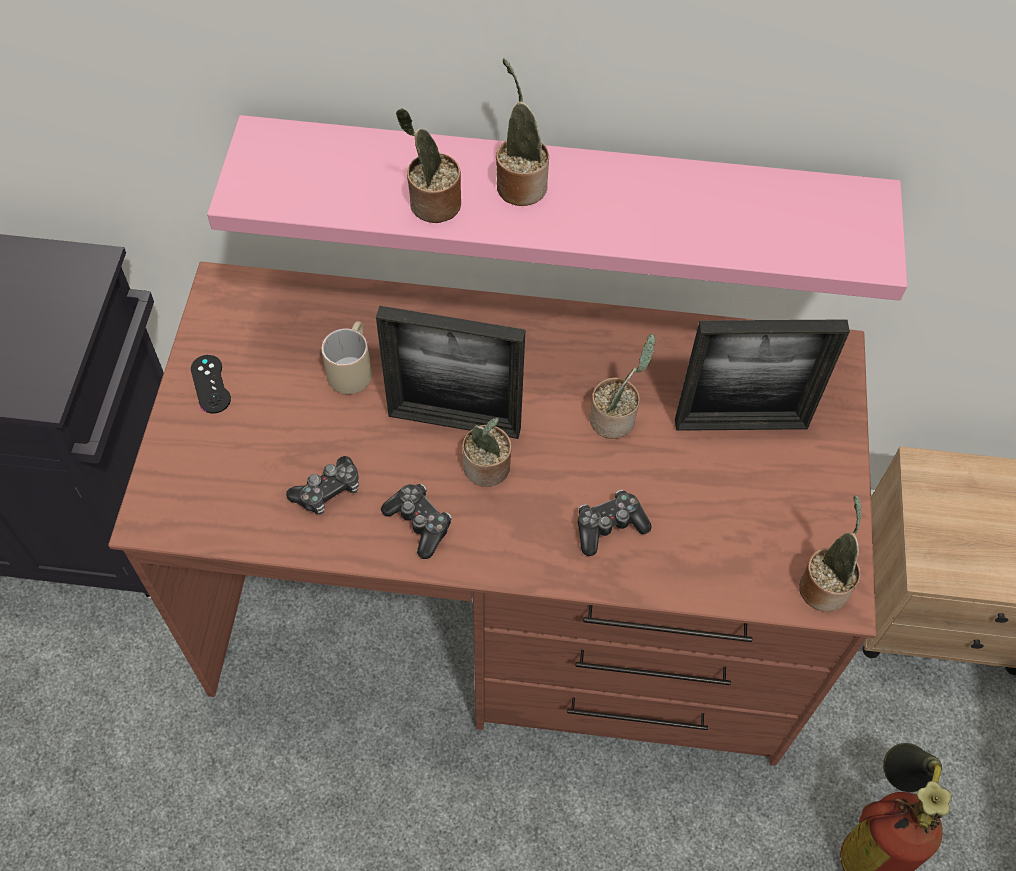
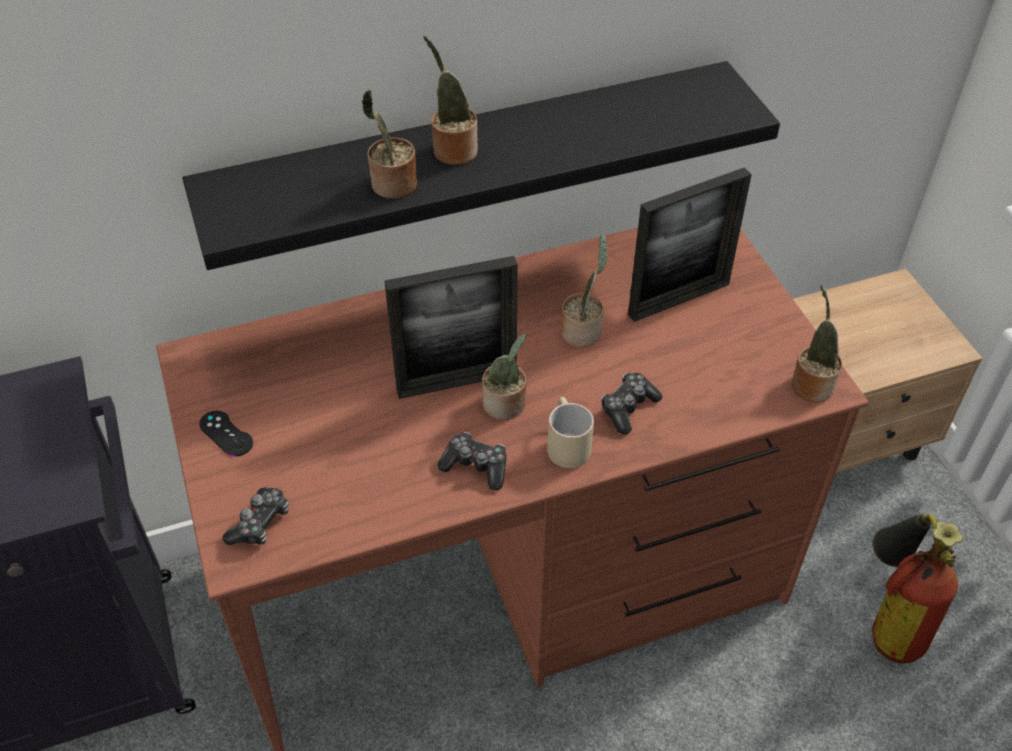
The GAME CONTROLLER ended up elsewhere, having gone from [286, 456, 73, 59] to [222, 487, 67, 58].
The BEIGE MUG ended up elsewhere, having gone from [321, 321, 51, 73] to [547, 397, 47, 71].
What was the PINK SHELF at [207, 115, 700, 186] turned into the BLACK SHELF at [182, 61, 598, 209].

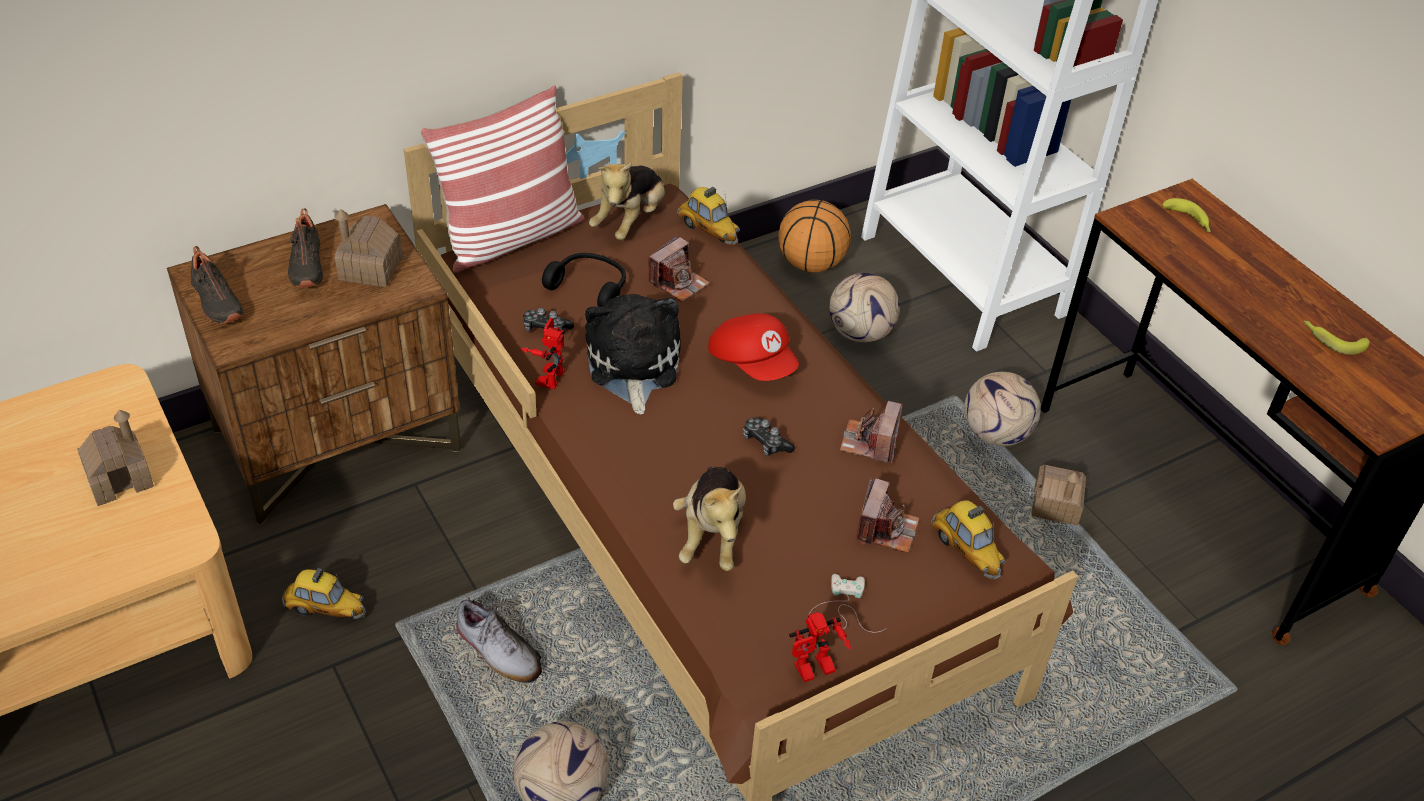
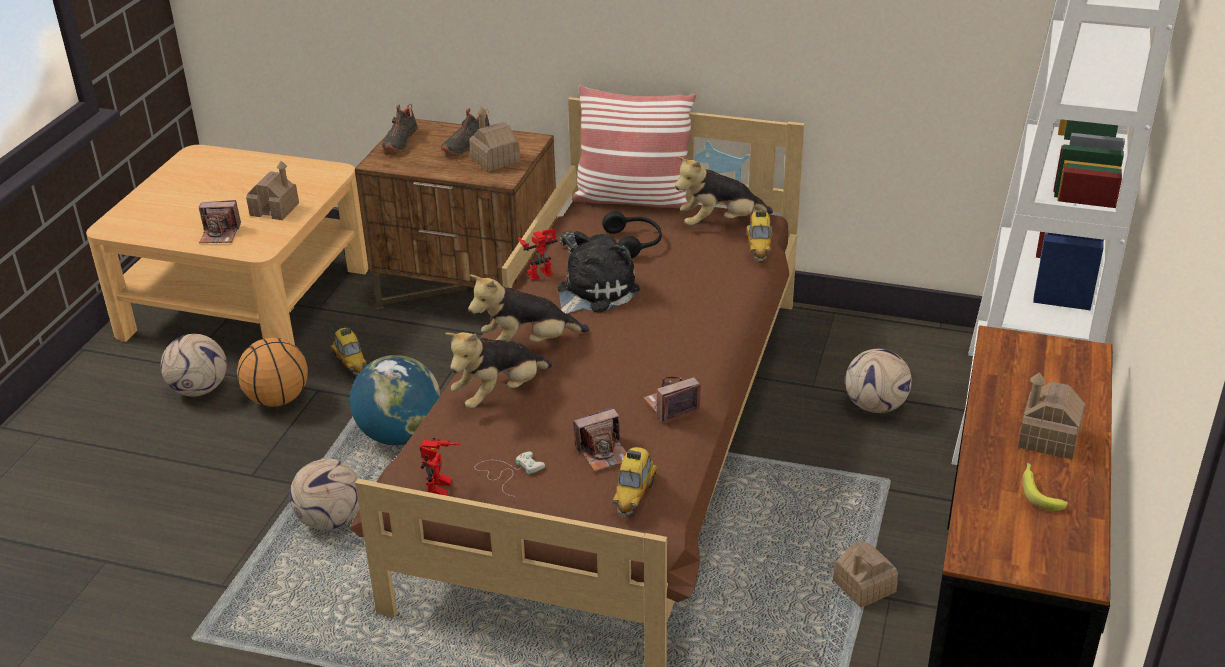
The second view lost the RED CAP at [708, 313, 91, 68].
The second view lost the GAME CONTROLLER at [743, 418, 52, 38].
The second view lost the BANANA at [1162, 198, 49, 34].
The second view gained the PLUSH TOY at [468, 275, 122, 67].
The second view gained the TOY HOUSE at [1018, 372, 67, 87].
The PHOTO CAMERA ended up elsewhere, having gone from [648, 236, 62, 66] to [199, 200, 42, 43].
The BASKETBALL ended up elsewhere, having gone from [778, 200, 73, 73] to [237, 338, 71, 69].
The FOOTBALL ended up elsewhere, having gone from [964, 372, 77, 74] to [161, 334, 66, 63].
Where the SHOE stood at [456, 597, 86, 86], the GLOBE came to stand at [350, 355, 91, 90].
The TOY ROBOT at [789, 612, 62, 70] ended up facing another way, 105 degrees counterclockwise from before.

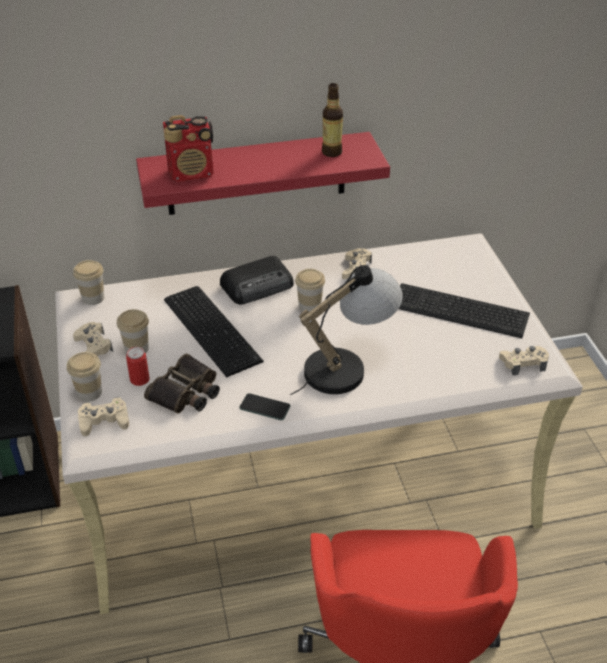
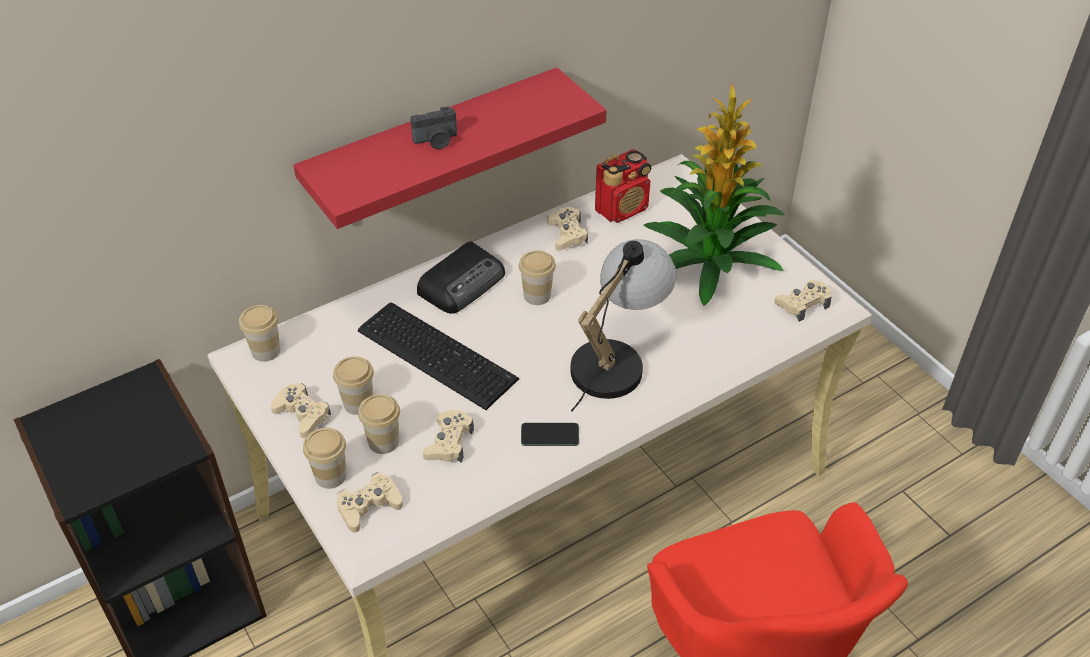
The second view lost the BOTTLE at [322, 83, 21, 74].
The second view gained the PHOTO CAMERA at [410, 107, 47, 42].
The RADIO ended up elsewhere, having gone from [163, 115, 51, 67] to [595, 149, 56, 74].
Where the CAN stood at [126, 347, 23, 39], the CUP came to stand at [358, 394, 42, 60].
Where the BINOCULARS stood at [144, 354, 76, 60], the BEIGE GAME CONTROLLER came to stand at [423, 410, 51, 53].
Where the KEYBOARD stood at [399, 283, 131, 55], the POTTED PLANT came to stand at [644, 84, 141, 222].

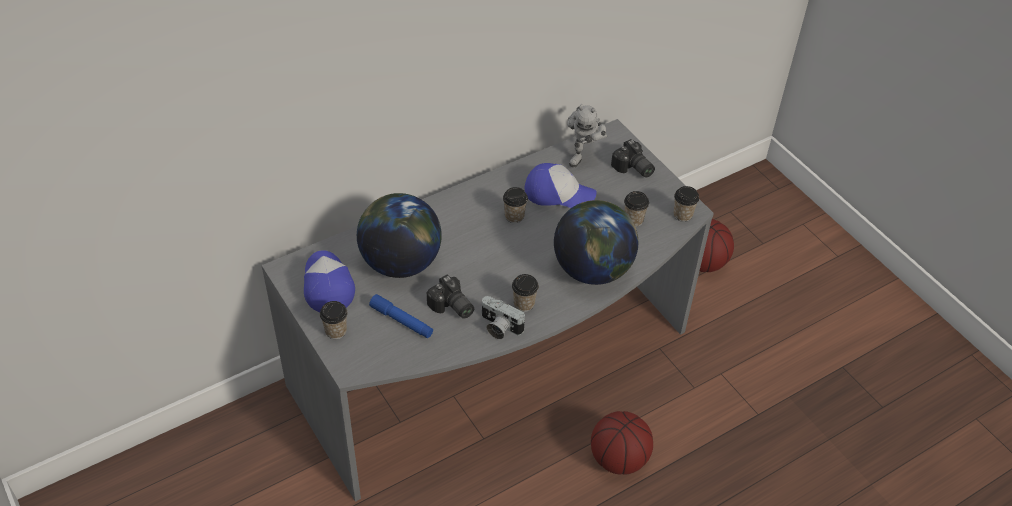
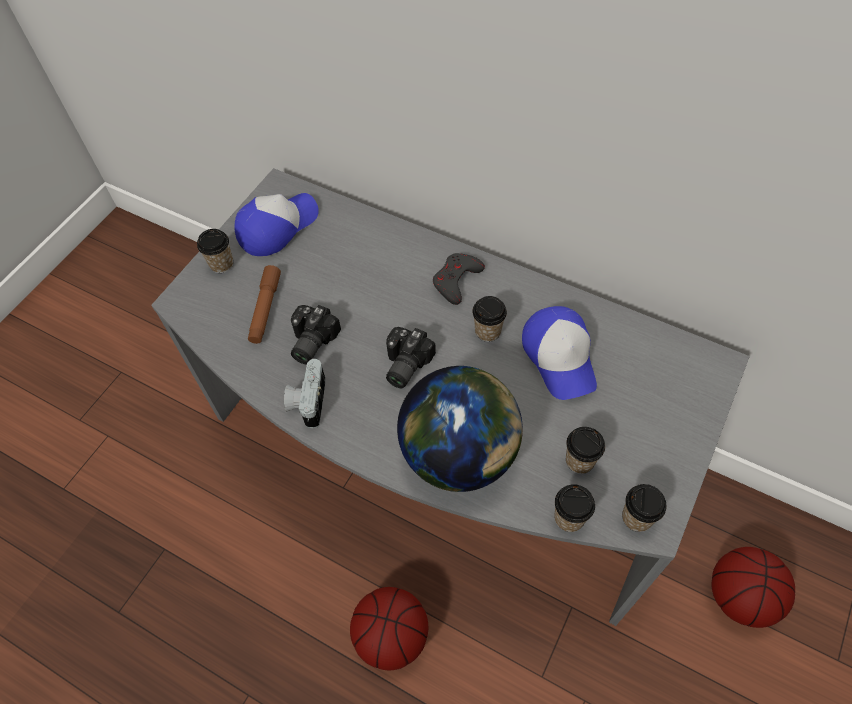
The second view lost the GLOBE at [357, 193, 85, 85].
The second view lost the TOY ROBOT at [567, 104, 40, 63].
The second view gained the GREY GAME CONTROLLER at [433, 253, 52, 52].
The CUP ended up elsewhere, having gone from [512, 274, 27, 38] to [554, 484, 41, 48].
The PHOTO CAMERA ended up elsewhere, having gone from [611, 139, 44, 39] to [386, 327, 50, 61].
What was the BLUE FLASHLIGHT at [369, 294, 64, 44] turned into the BROWN FLASHLIGHT at [248, 265, 33, 79].

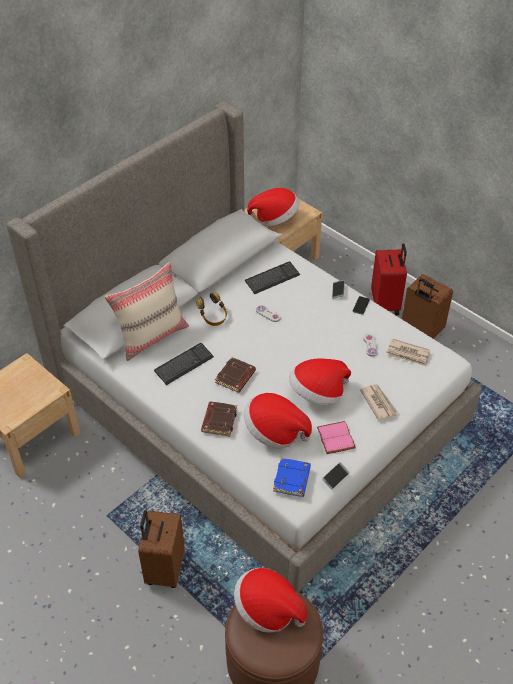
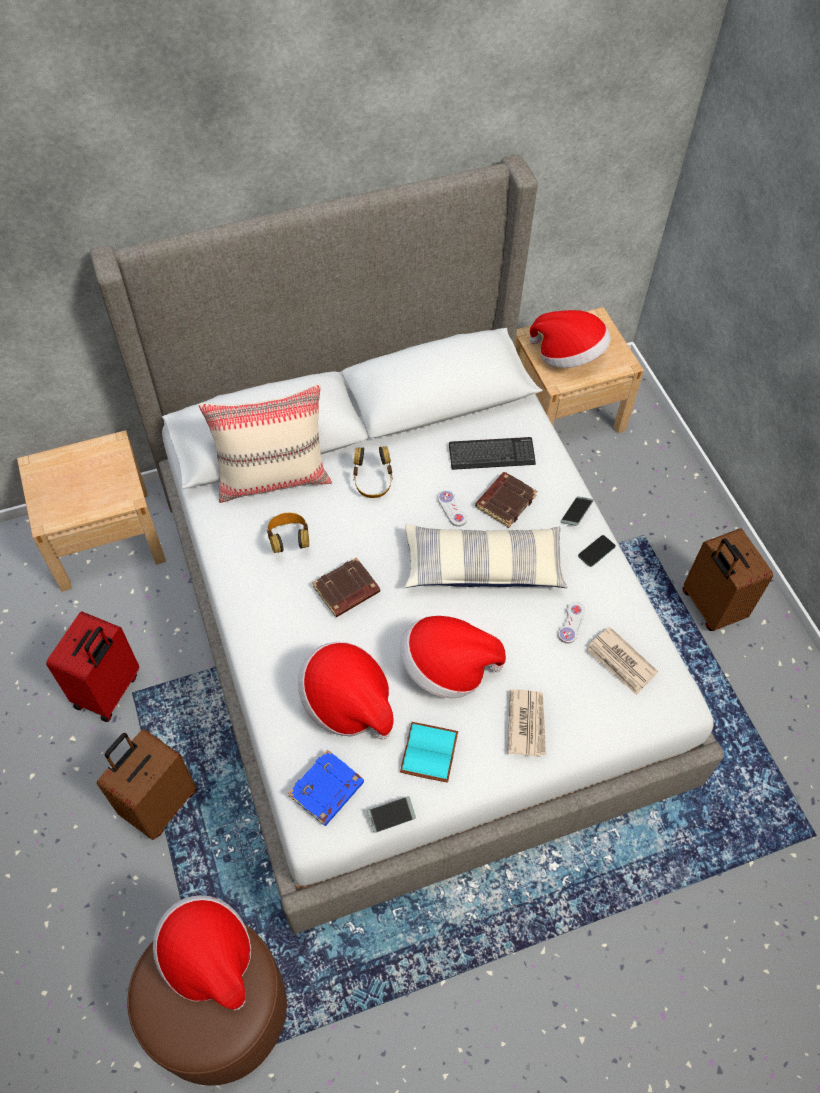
The second view gained the PILLOW at [405, 524, 162, 64].
The BROWN BOOK ended up elsewhere, having gone from [201, 402, 36, 35] to [475, 472, 62, 56].
The RED SUITCASE ended up elsewhere, having gone from [371, 243, 36, 72] to [46, 611, 93, 111].
Where the KEYBOARD stood at [154, 343, 60, 42], the HEADPHONES came to stand at [267, 513, 42, 40].
What was the PINK BOOK at [317, 421, 39, 33] turned into the TURQUOISE BOOK at [400, 722, 58, 61].

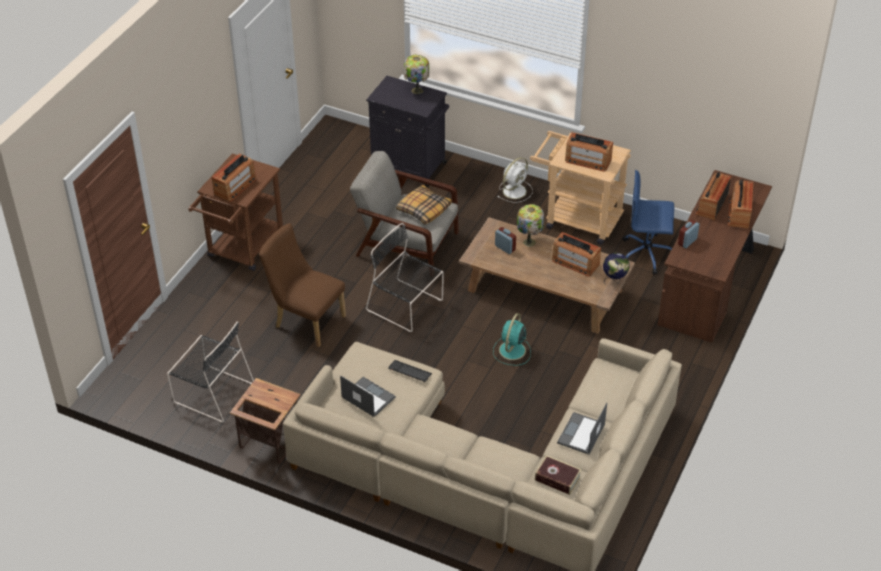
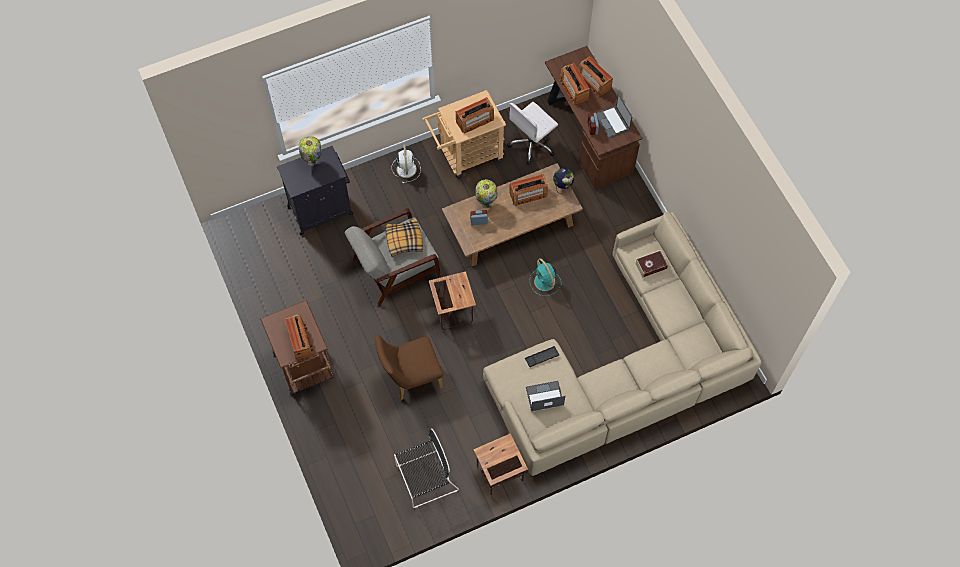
The BOOK ended up elsewhere, having gone from [535, 455, 47, 40] to [635, 250, 33, 28].
The LAPTOP ended up elsewhere, having gone from [557, 403, 50, 52] to [596, 94, 37, 44].
Where the BLACK CHAIR stood at [366, 223, 78, 109], the SIDE TABLE came to stand at [429, 271, 47, 59].
What was the BLUE OFFICE CHAIR at [623, 170, 51, 104] turned into the WHITE OFFICE CHAIR at [507, 102, 51, 63].

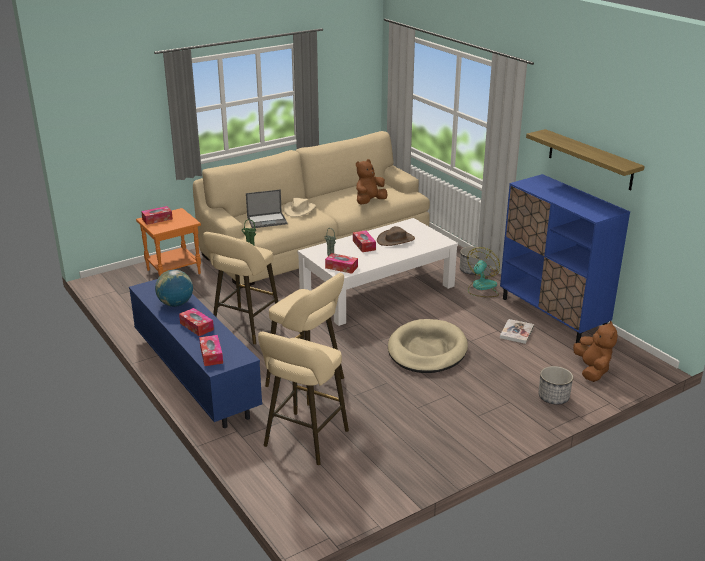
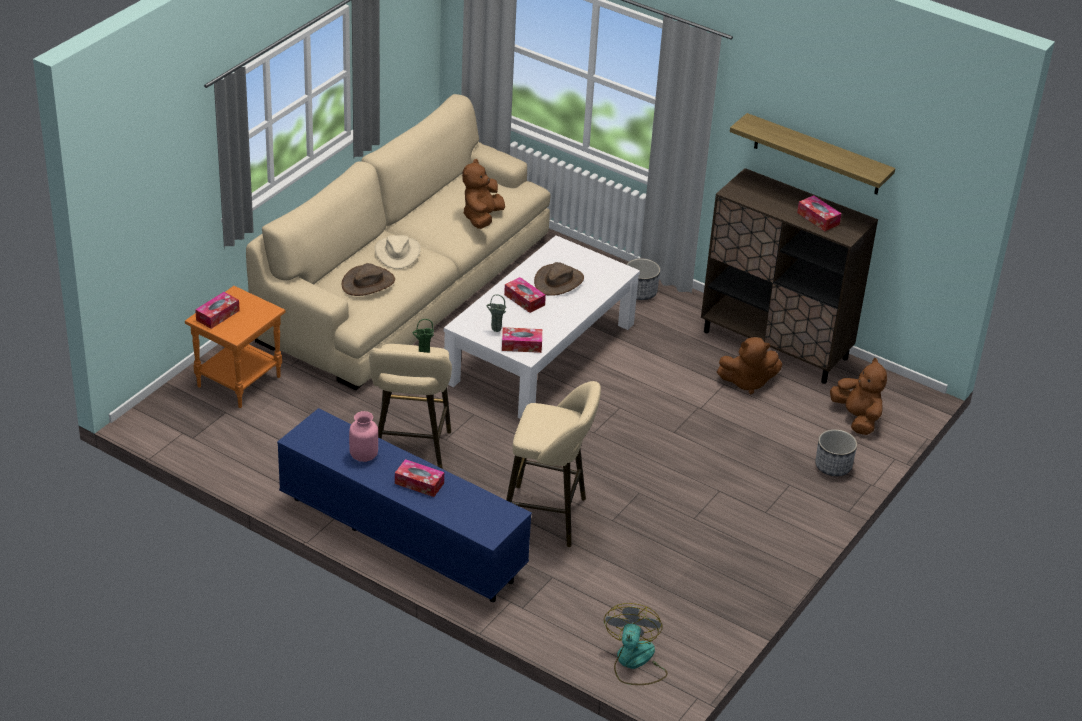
The second view lost the BEIGE STOOL at [258, 331, 91, 134].
The second view lost the BEIGE DOG BED at [388, 319, 80, 54].
The TISSUE BOX ended up elsewhere, having gone from [199, 335, 24, 31] to [797, 195, 45, 36].
The FAN ended up elsewhere, having gone from [467, 247, 33, 50] to [604, 603, 64, 82].
Where the GLOBE stood at [155, 270, 38, 37], the PINK VASE came to stand at [349, 411, 29, 51].
Where the LAPTOP stood at [246, 189, 41, 39], the BROWN HAT came to stand at [342, 263, 53, 33].
Where the BOOK stood at [500, 319, 34, 25], the BROWN PLUSH TOY came to stand at [717, 337, 66, 57].
What was the BLUE CABINET at [500, 174, 130, 169] turned into the BROWN CABINET at [701, 168, 177, 216].

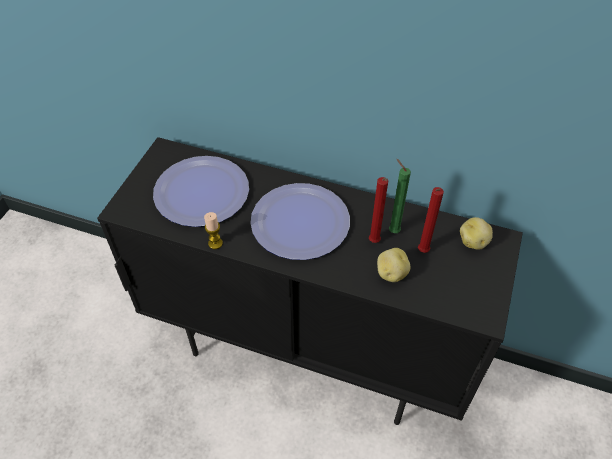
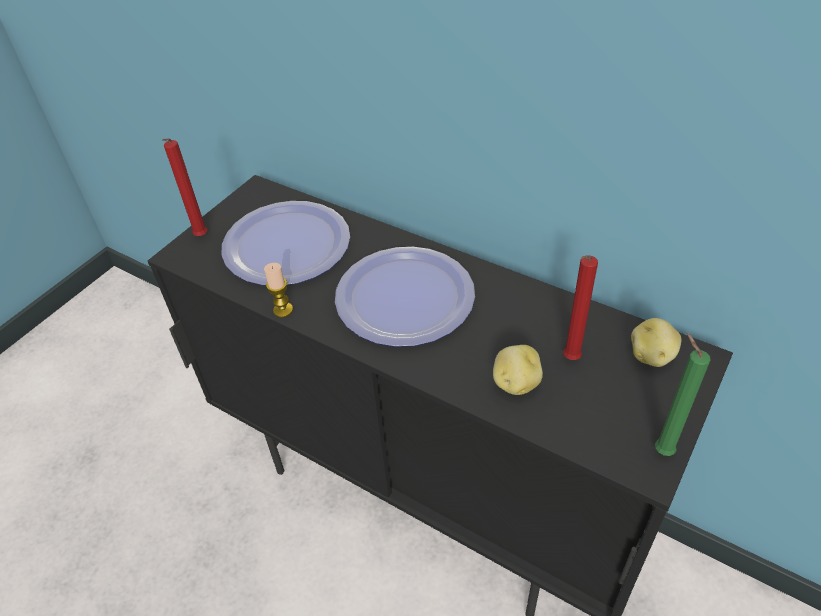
The RED CANDLE ended up elsewhere, having gone from [369, 177, 19, 66] to [162, 138, 46, 98].
The GREEN CANDLE ended up elsewhere, having gone from [389, 159, 22, 74] to [655, 333, 56, 123].

